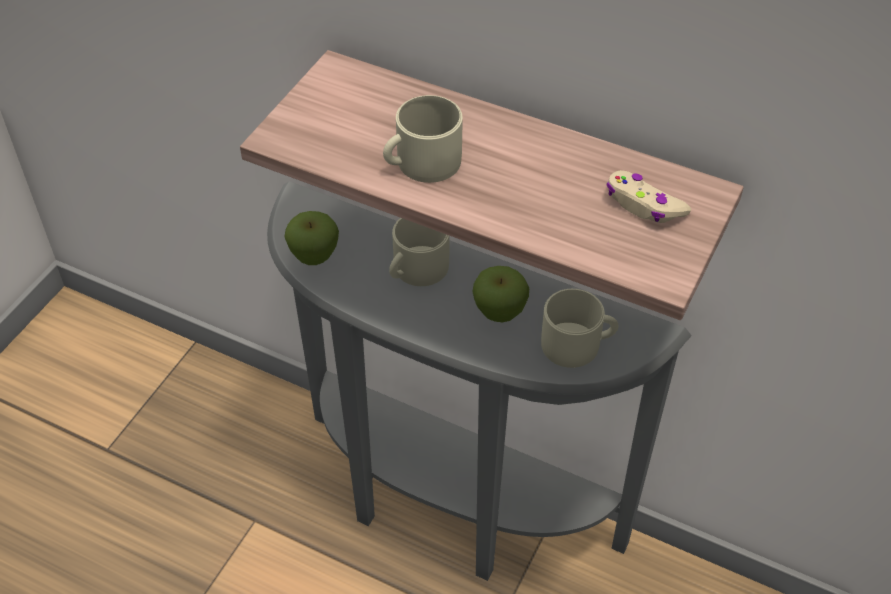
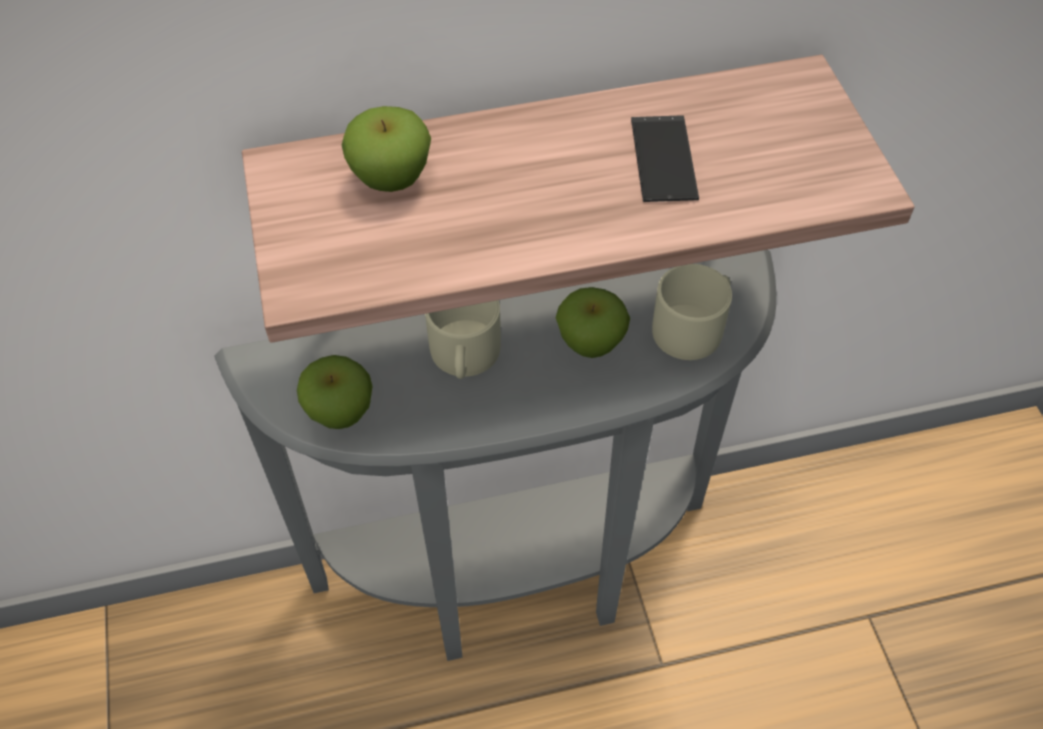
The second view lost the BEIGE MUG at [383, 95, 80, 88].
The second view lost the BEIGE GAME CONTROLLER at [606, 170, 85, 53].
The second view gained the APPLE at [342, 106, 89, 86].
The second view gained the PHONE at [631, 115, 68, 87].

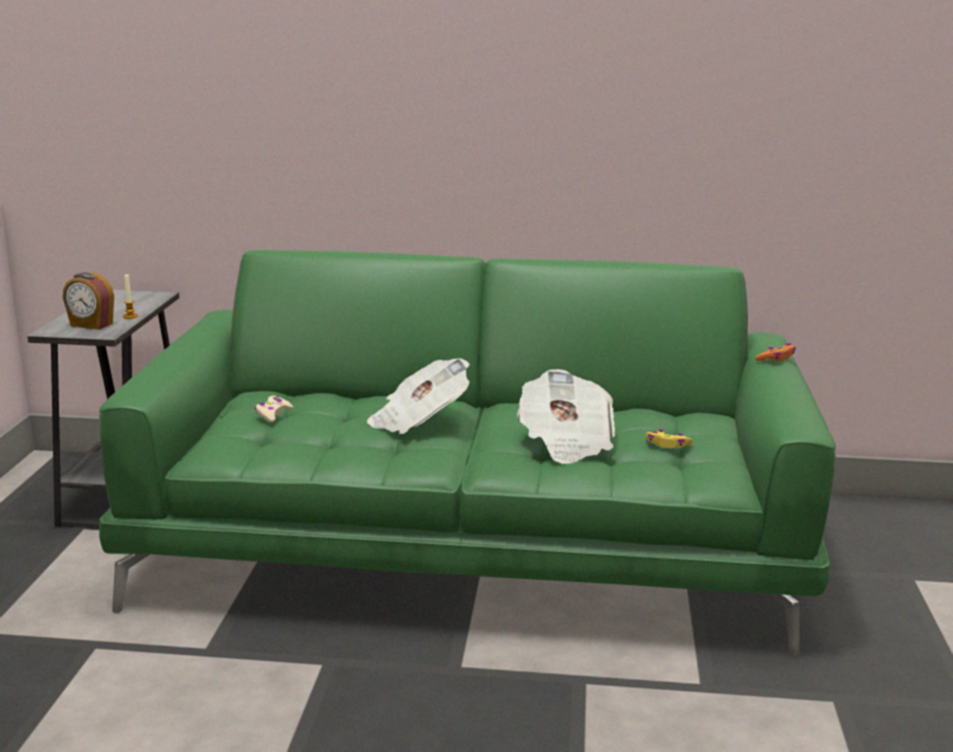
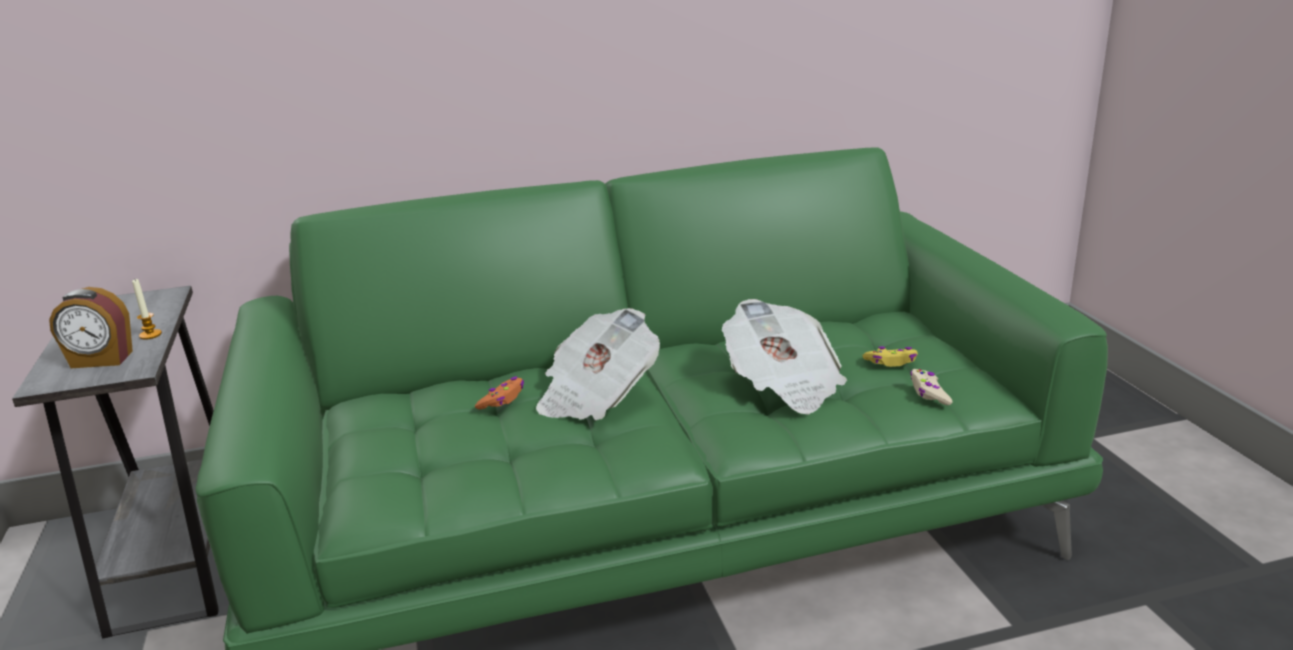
The BEIGE GAME CONTROLLER ended up elsewhere, having gone from [255, 396, 38, 26] to [910, 369, 43, 36].
The ORANGE GAME CONTROLLER ended up elsewhere, having gone from [755, 343, 41, 18] to [475, 377, 49, 32].

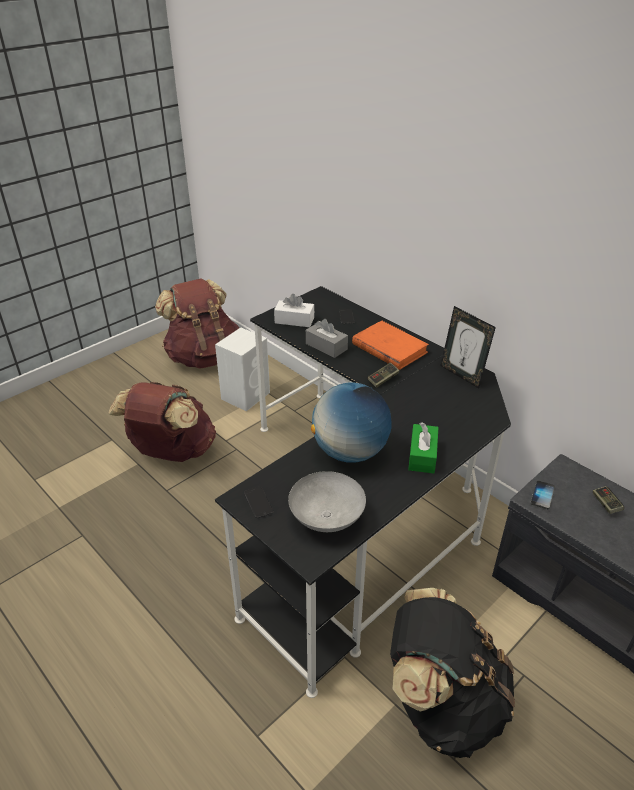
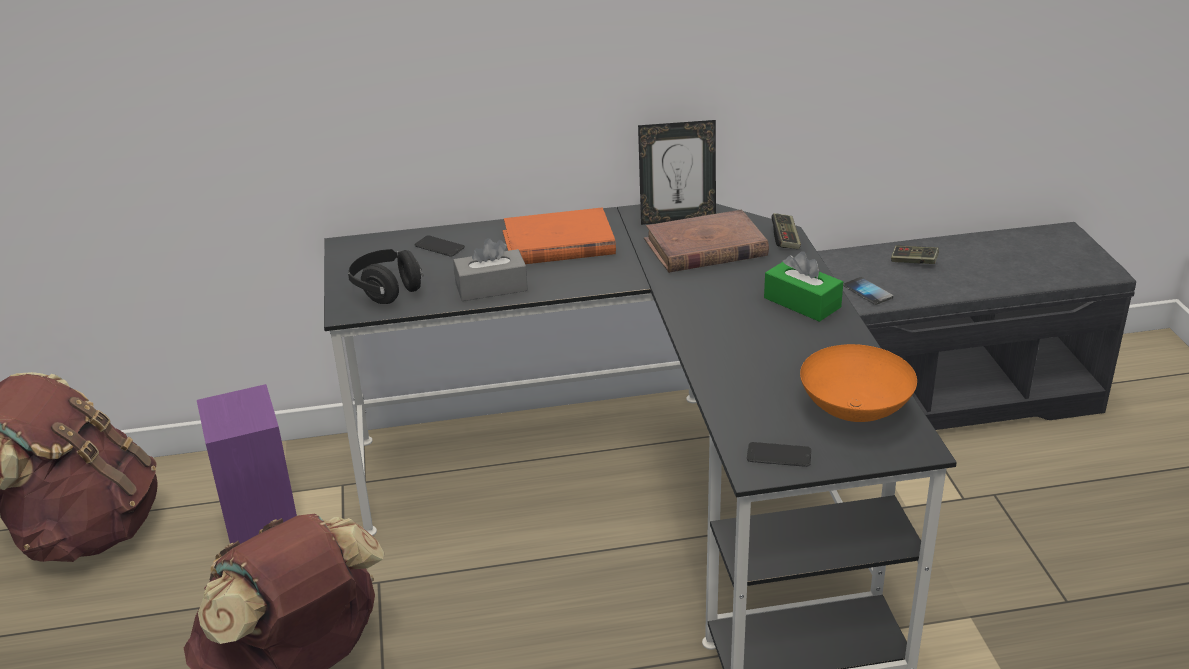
The second view lost the GLOBE at [311, 383, 81, 80].
The second view lost the BLACK BACKPACK at [390, 588, 125, 170].
The second view gained the BROWN BOOK at [644, 209, 125, 64].
The GAME CONTROLLER ended up elsewhere, having gone from [367, 362, 32, 26] to [771, 213, 30, 36].
Where the WHITE TISSUE BOX stood at [274, 294, 40, 33], the BLACK HEADPHONES came to stand at [348, 249, 76, 55].
What was the WHITE SPEAKER at [215, 328, 55, 83] turned into the PURPLE SPEAKER at [197, 384, 100, 160].
What was the GREY BOWL at [288, 471, 78, 61] turned into the ORANGE BOWL at [800, 344, 117, 78].

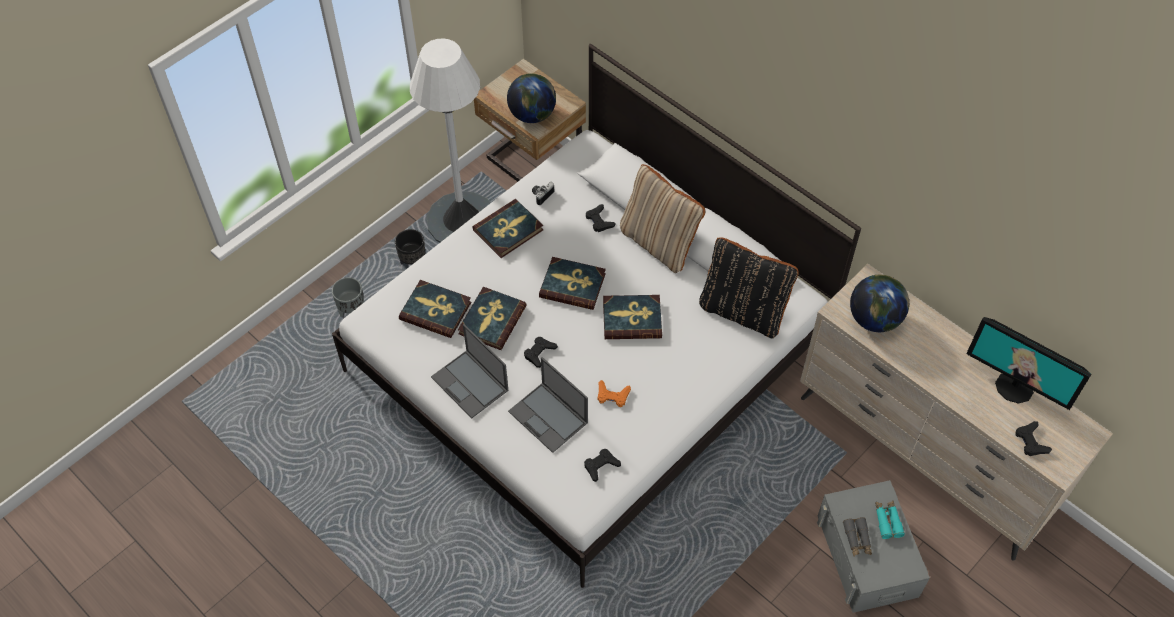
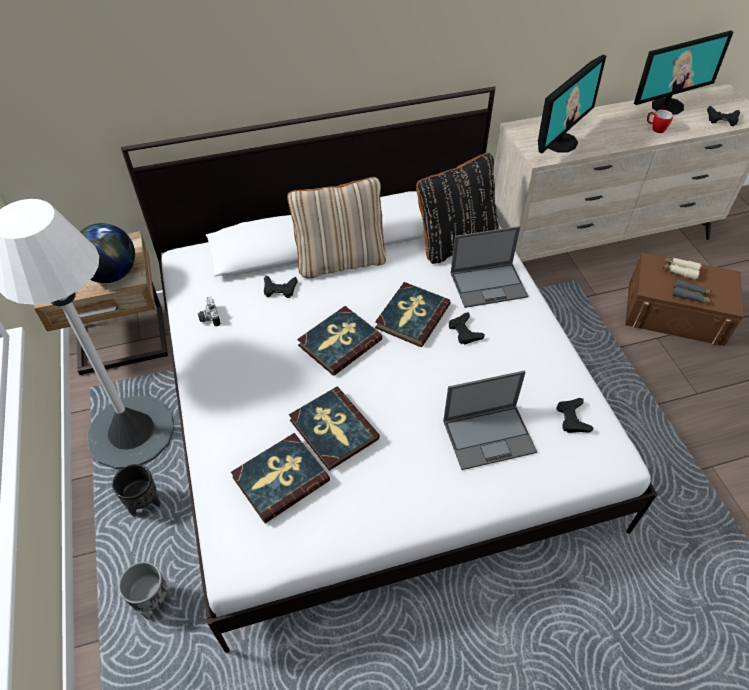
The second view lost the BOOK at [472, 199, 71, 59].
The second view lost the ORANGE GAME CONTROLLER at [598, 380, 33, 27].
The second view gained the MUG at [647, 110, 26, 23].
The LAPTOP ended up elsewhere, having gone from [431, 324, 78, 94] to [451, 226, 77, 82].
The BLACK GAME CONTROLLER ended up elsewhere, having gone from [524, 337, 34, 31] to [449, 312, 36, 33].
Where the GLOBE stood at [850, 275, 59, 57], the MONITOR came to stand at [538, 55, 68, 98].
What was the GREY STORAGE BOX at [817, 480, 113, 133] turned into the BROWN STORAGE BOX at [625, 253, 118, 93].
What was the TURQUOISE BINOCULARS at [875, 500, 30, 39] turned into the BEIGE BINOCULARS at [663, 256, 38, 24].

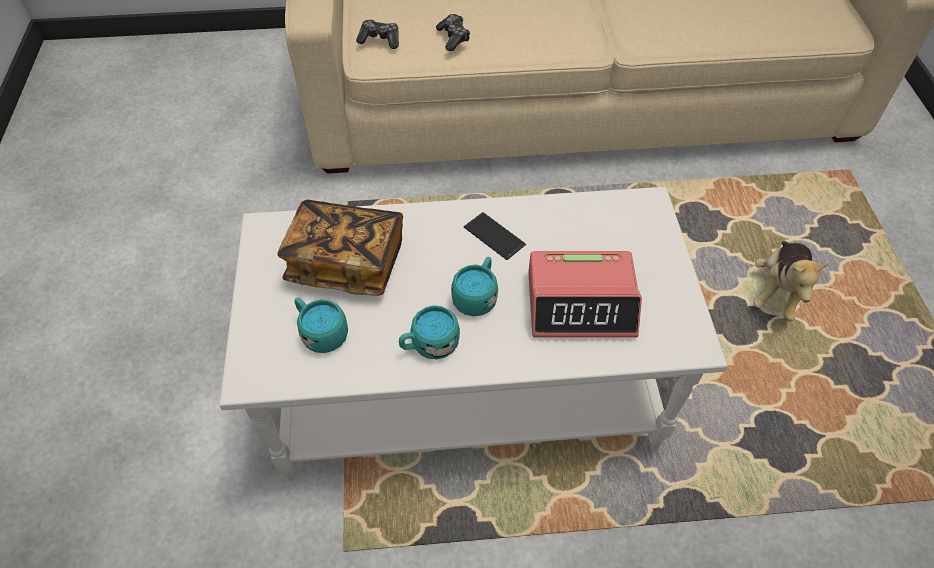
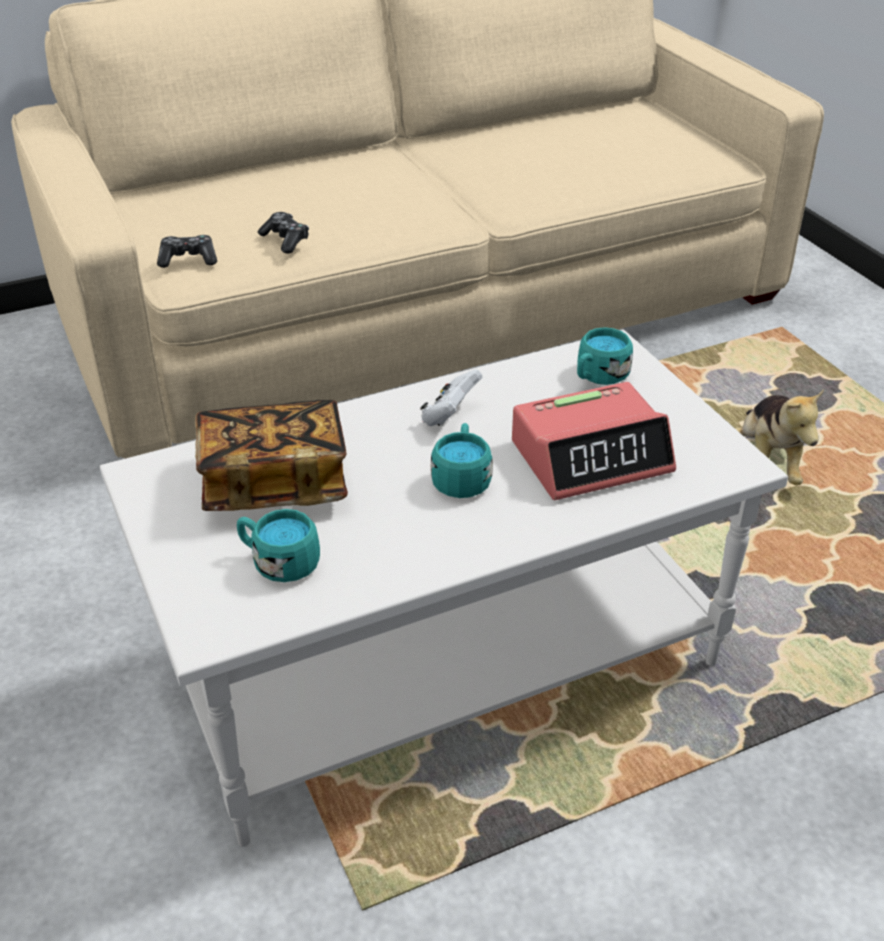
The TURQUOISE MUG ended up elsewhere, having gone from [399, 305, 61, 54] to [577, 327, 56, 58].
Where the PHONE stood at [464, 212, 62, 48], the WHITE GAME CONTROLLER came to stand at [420, 369, 63, 57].

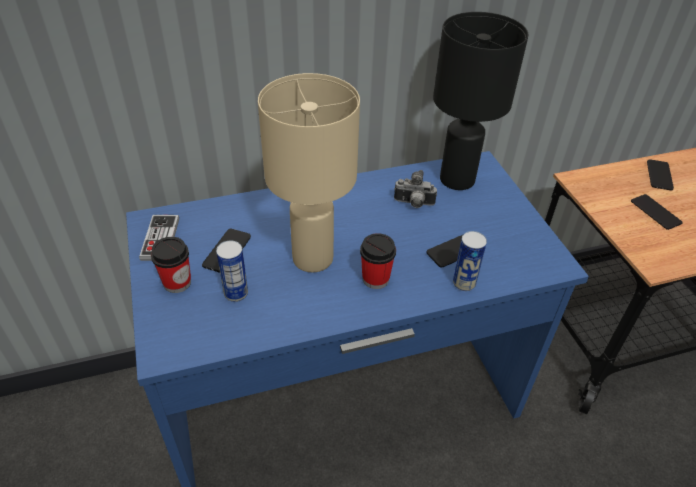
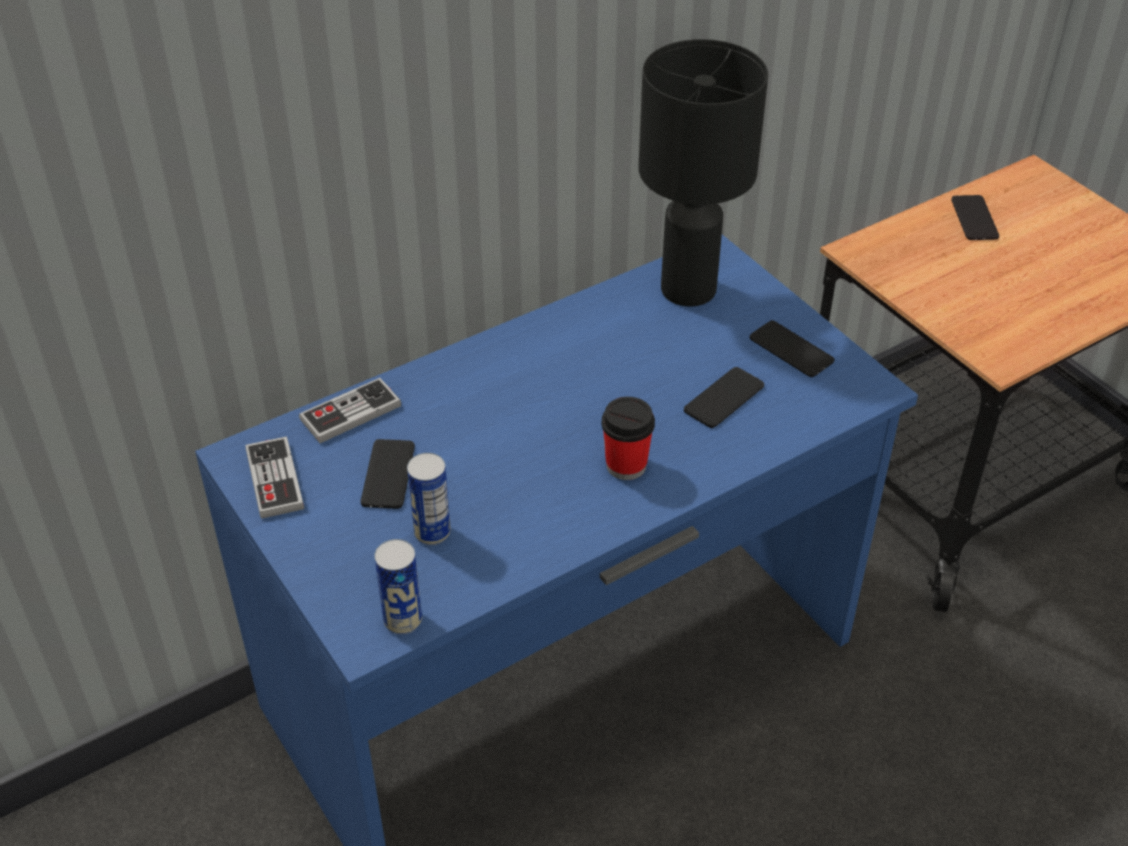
The second view lost the CUP at [151, 237, 40, 56].
The second view lost the BEIGE TABLE LAMP at [258, 73, 102, 199].
The second view lost the PHOTO CAMERA at [394, 170, 43, 38].
The second view gained the GAME CONTROLLER at [299, 378, 102, 65].
The CAN ended up elsewhere, having gone from [453, 231, 34, 60] to [374, 539, 48, 95].
The PHONE ended up elsewhere, having gone from [631, 194, 52, 36] to [750, 320, 84, 57].

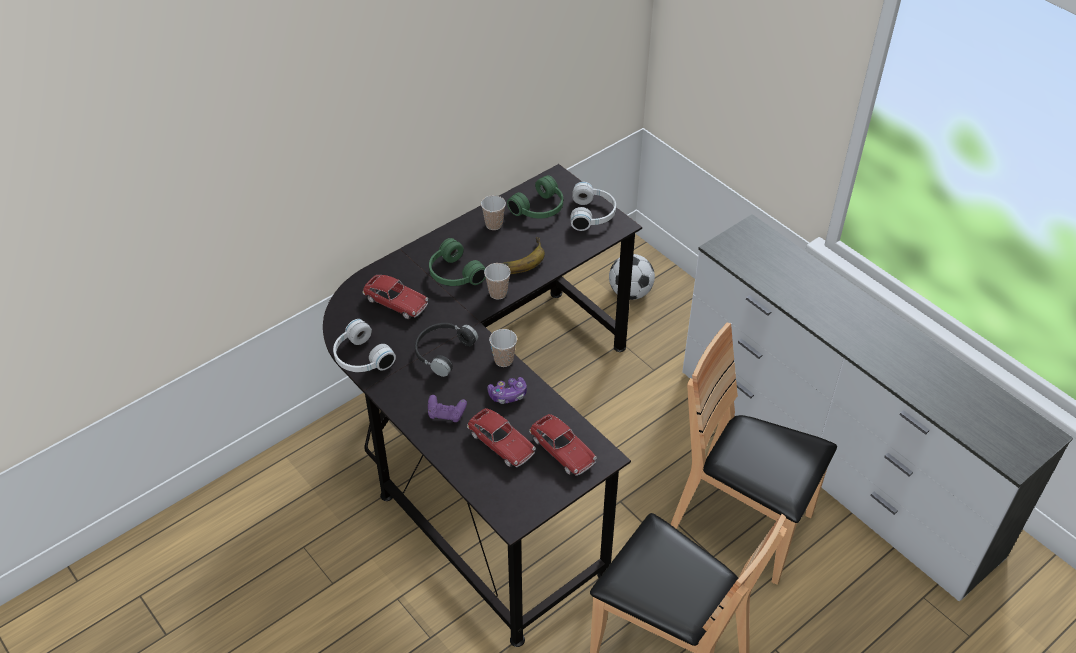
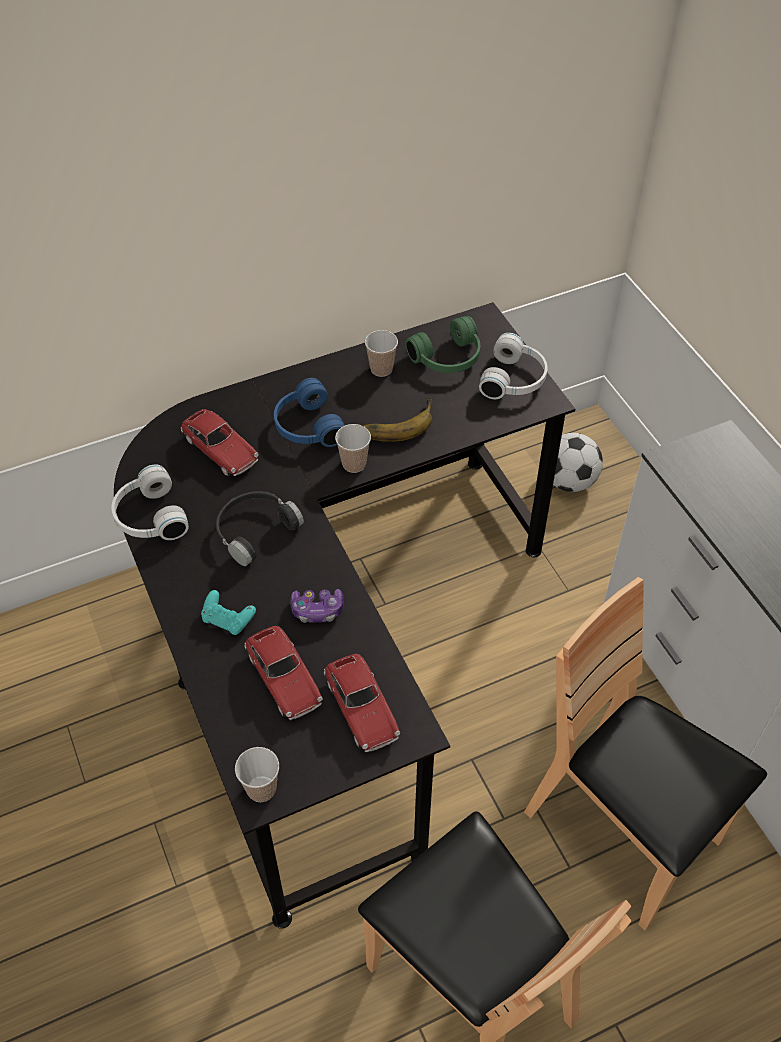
The CUP ended up elsewhere, having gone from [489, 329, 28, 38] to [235, 747, 44, 55].
What was the PURPLE GAME CONTROLLER at [428, 395, 39, 27] turned into the TURQUOISE GAME CONTROLLER at [201, 590, 55, 45].
What was the GREEN HEADPHONES at [429, 238, 57, 48] turned into the BLUE HEADPHONES at [274, 378, 71, 69].

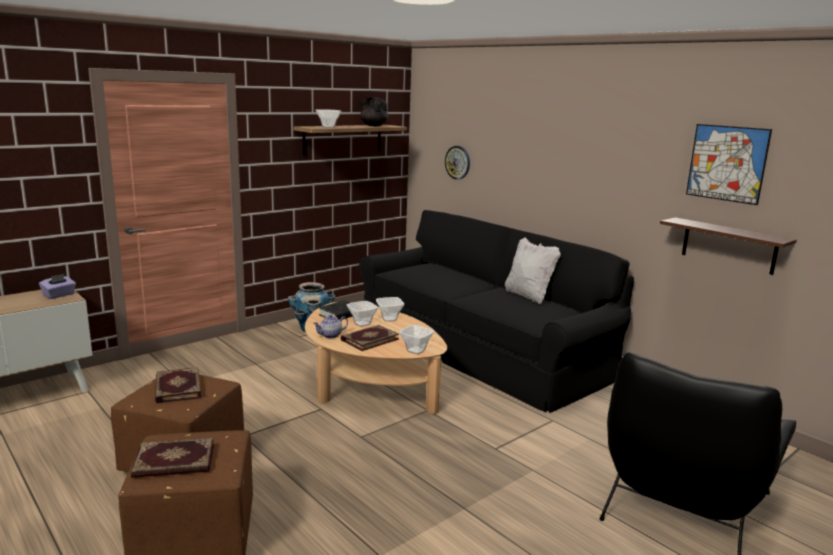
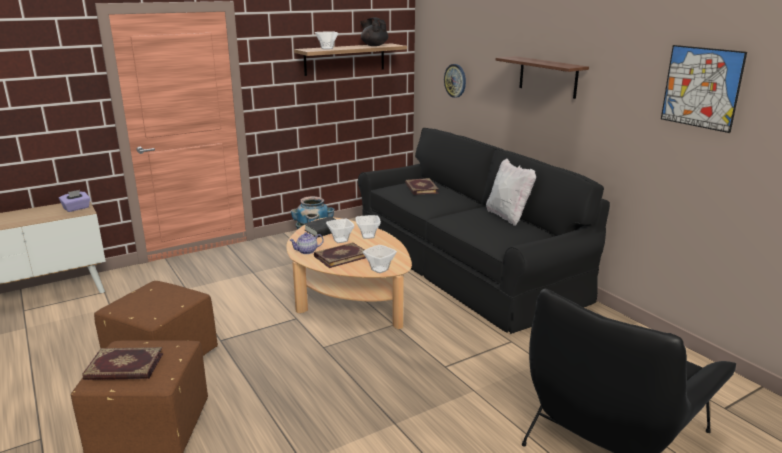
The BOOK ended up elsewhere, having gone from [155, 367, 46, 36] to [405, 178, 34, 17].
The SHELF ended up elsewhere, having gone from [660, 217, 137, 58] to [496, 56, 93, 43].

